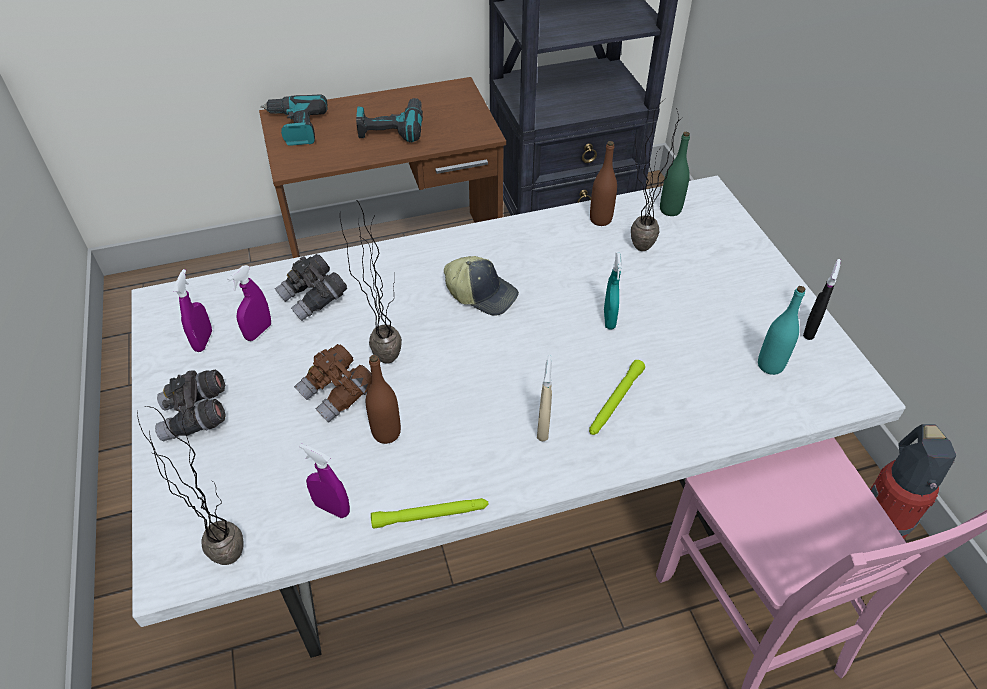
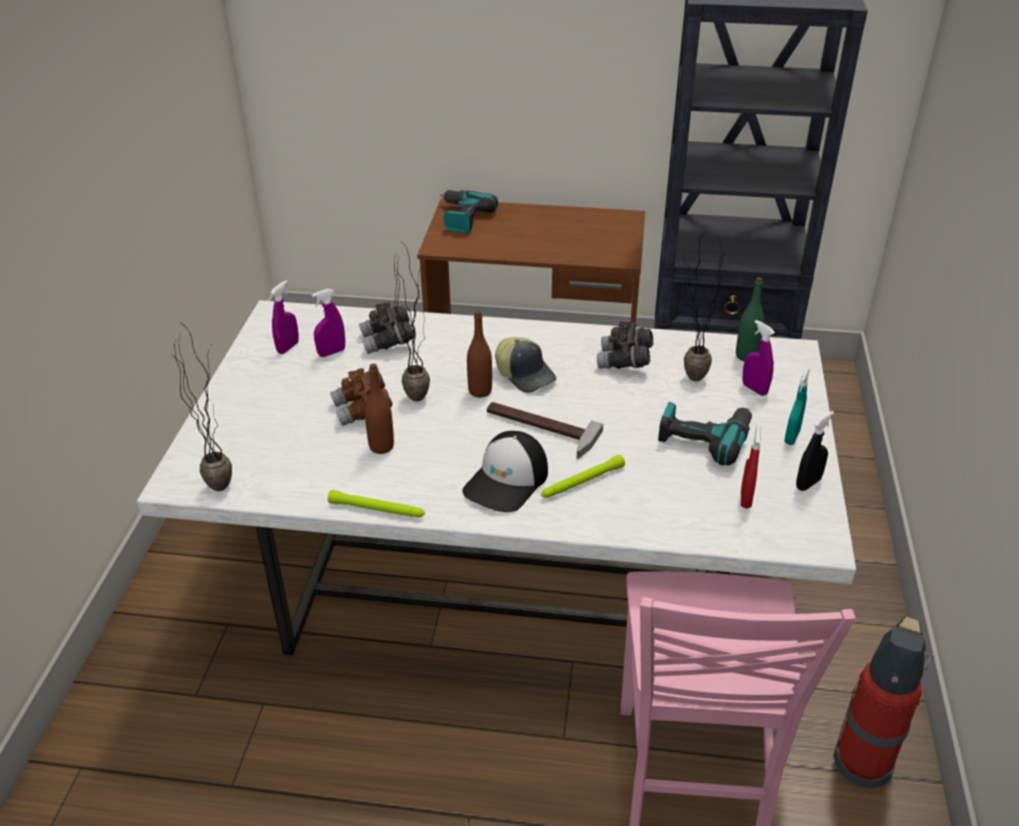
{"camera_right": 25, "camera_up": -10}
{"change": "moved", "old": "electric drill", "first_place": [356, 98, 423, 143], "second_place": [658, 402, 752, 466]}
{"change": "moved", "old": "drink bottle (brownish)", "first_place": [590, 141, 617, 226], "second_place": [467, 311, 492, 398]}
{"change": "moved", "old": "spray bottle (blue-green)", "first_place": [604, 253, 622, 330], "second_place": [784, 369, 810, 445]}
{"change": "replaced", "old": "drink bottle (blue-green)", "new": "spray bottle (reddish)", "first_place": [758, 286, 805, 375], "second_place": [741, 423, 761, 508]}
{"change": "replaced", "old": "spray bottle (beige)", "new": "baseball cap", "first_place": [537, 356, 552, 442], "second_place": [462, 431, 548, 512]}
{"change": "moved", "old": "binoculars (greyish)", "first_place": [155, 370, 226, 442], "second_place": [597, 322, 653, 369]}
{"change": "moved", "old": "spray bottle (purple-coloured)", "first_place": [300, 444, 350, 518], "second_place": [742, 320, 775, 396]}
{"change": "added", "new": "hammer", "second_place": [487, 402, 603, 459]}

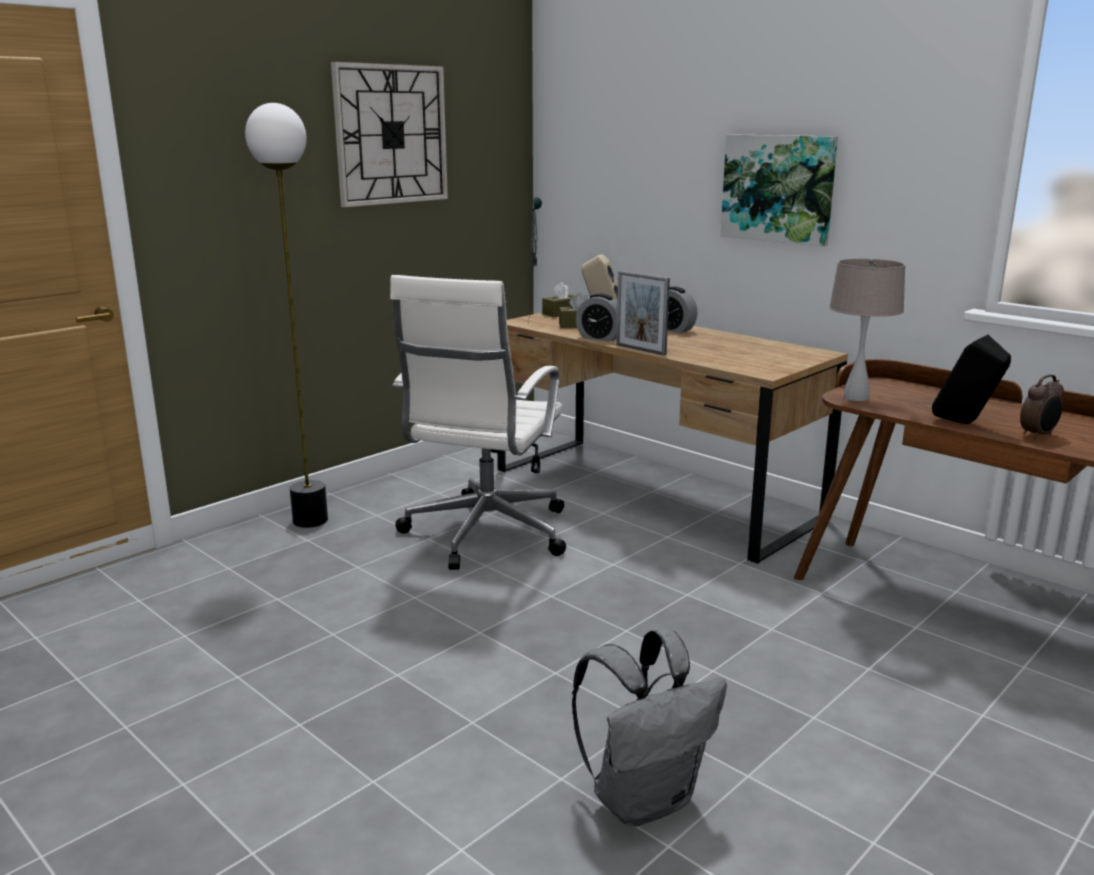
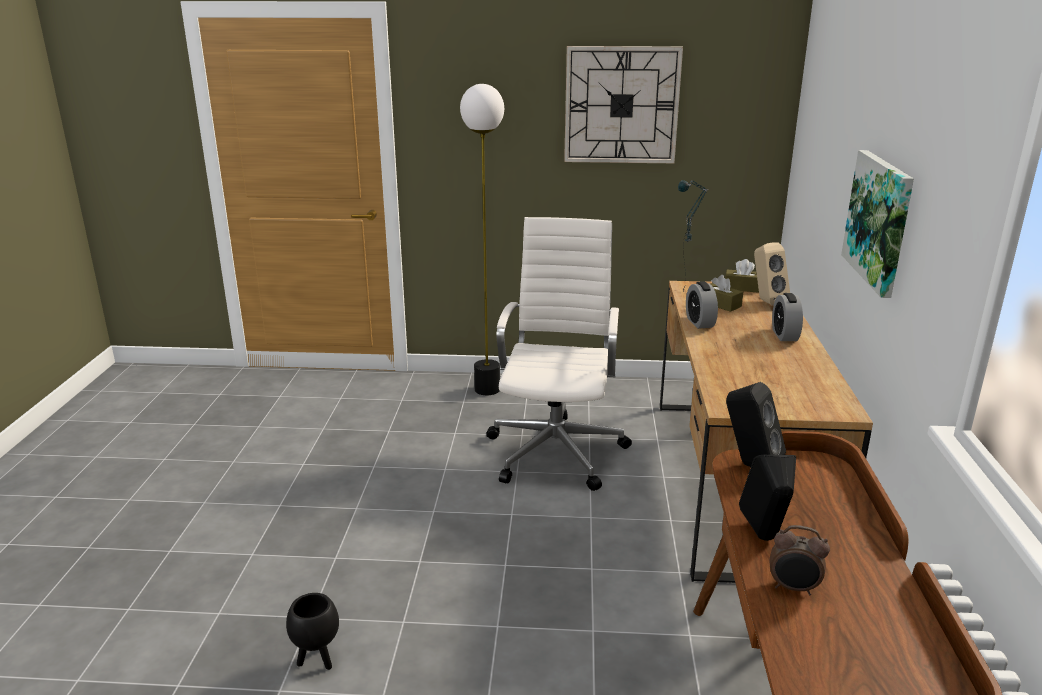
{"camera_right": 50, "camera_up": 5}
{"change": "replaced", "old": "tabletop lamp (beige)", "new": "audio speaker (blackish)", "first_place": [829, 258, 906, 401], "second_place": [726, 382, 786, 467]}
{"change": "removed", "old": "picture frame", "first_place": [616, 271, 670, 356]}
{"change": "turned", "old": "computer chair (white-coloured)", "first_place": [390, 275, 566, 570], "second_place": [486, 217, 632, 491], "degrees": 120}
{"change": "replaced", "old": "rucksack (greyish)", "new": "flower pot (blackish)", "first_place": [572, 628, 727, 827], "second_place": [286, 593, 339, 670]}

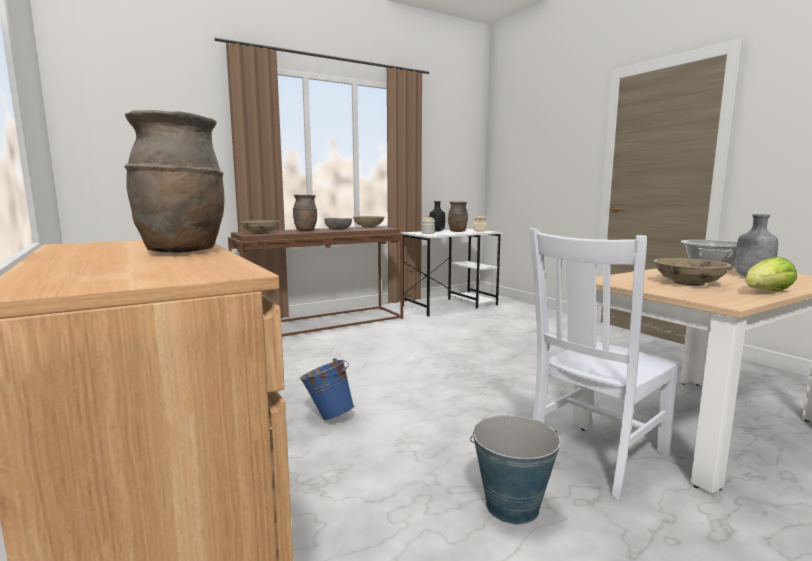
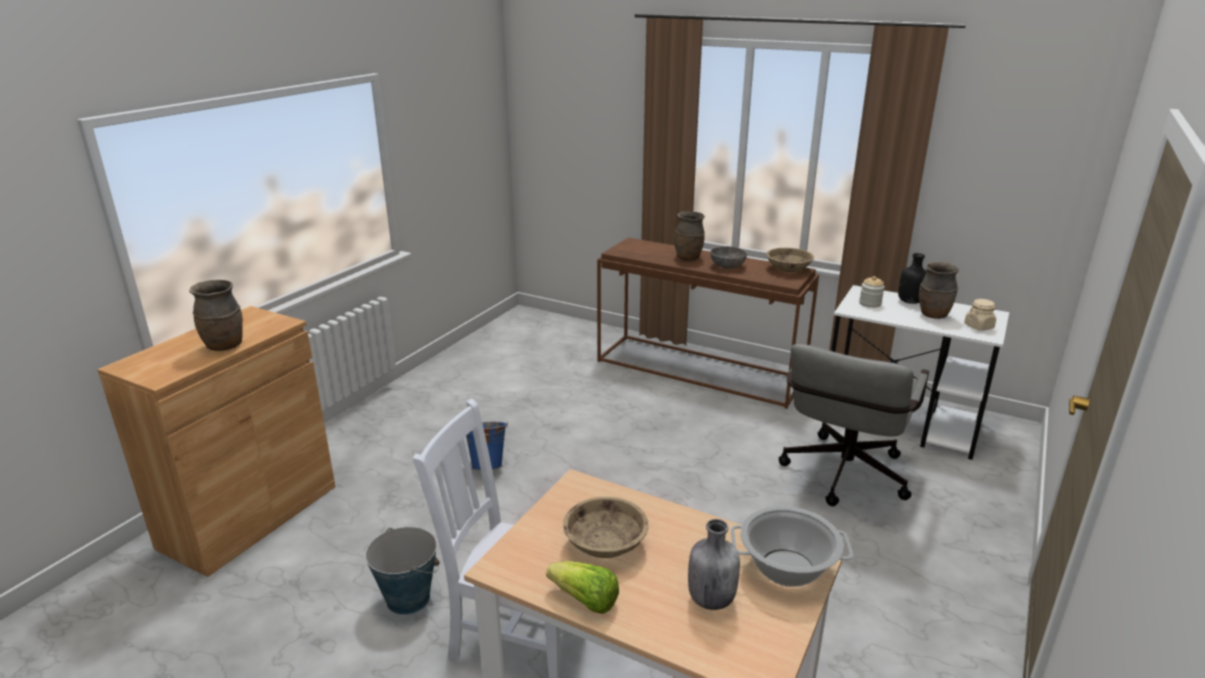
{"camera_right": 60, "camera_up": 15}
{"change": "removed", "old": "bowl (beige)", "first_place": [240, 220, 280, 234]}
{"change": "added", "new": "computer chair (greyish)", "second_place": [779, 344, 929, 506]}

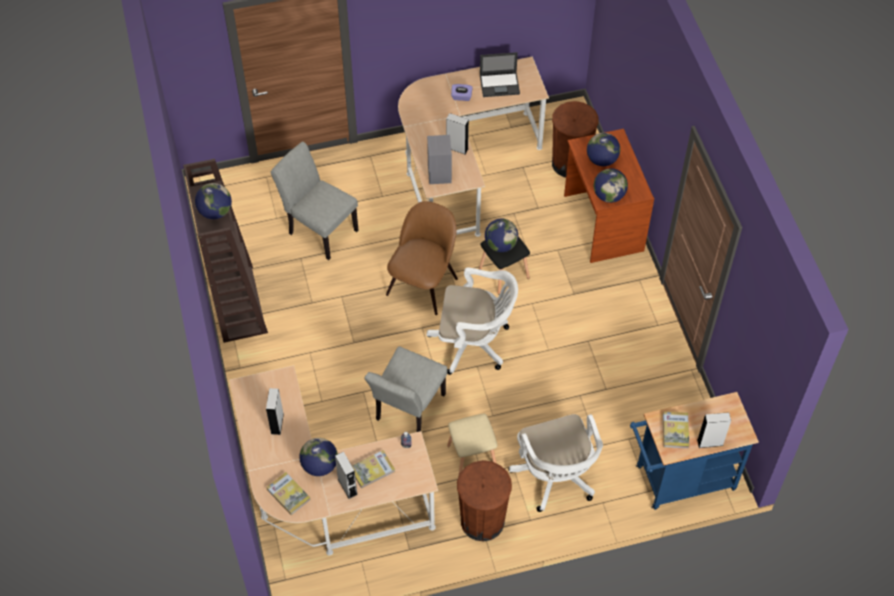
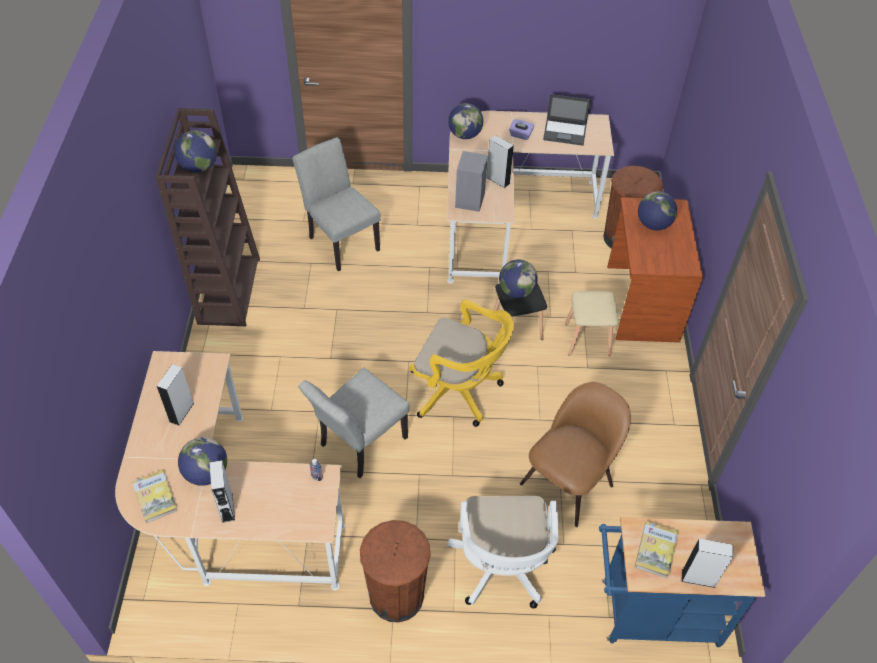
{"camera_right": 15, "camera_up": -5}
{"change": "moved", "old": "world globe", "first_place": [594, 168, 628, 203], "second_place": [448, 103, 483, 139]}
{"change": "moved", "old": "upright chair (brownish)", "first_place": [386, 201, 458, 315], "second_place": [520, 382, 631, 527]}
{"change": "recoloured", "old": "computer chair (white-coloured)", "new": "computer chair (yellow-coloured)", "first_place": [426, 268, 518, 375], "second_place": [409, 299, 514, 427]}
{"change": "moved", "old": "sitting stool (beige)", "first_place": [447, 414, 498, 477], "second_place": [565, 291, 618, 356]}
{"change": "removed", "old": "book", "first_place": [352, 450, 395, 489]}

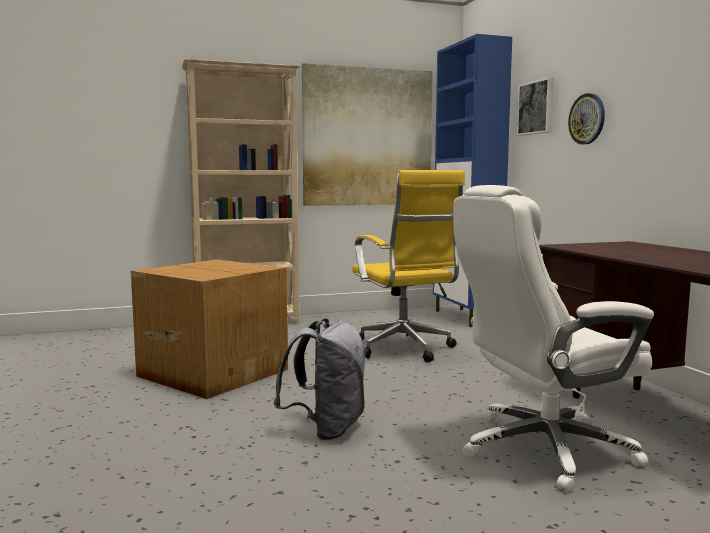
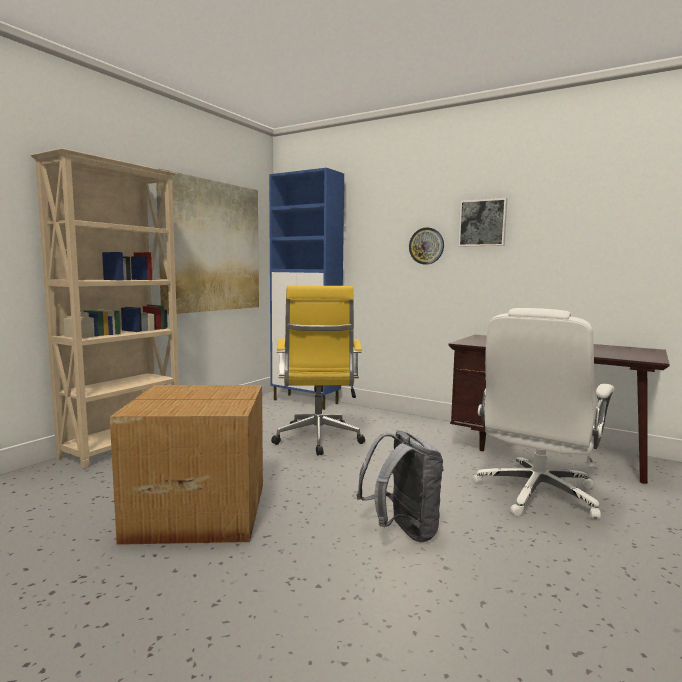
{"camera_right": -40, "camera_up": 0}
{"change": "moved", "old": "wall art", "first_place": [517, 77, 554, 136], "second_place": [458, 198, 507, 246]}
{"change": "turned", "old": "computer chair (yellow-coloured)", "first_place": [352, 170, 465, 363], "second_place": [271, 285, 365, 456], "degrees": 60}

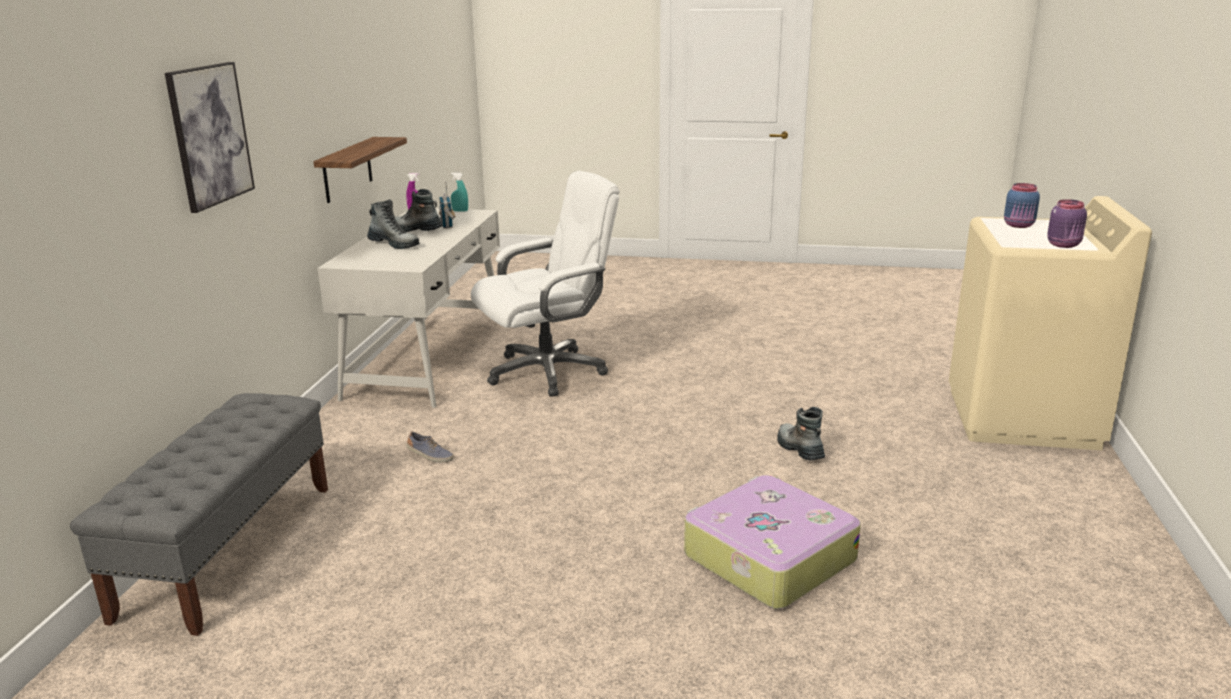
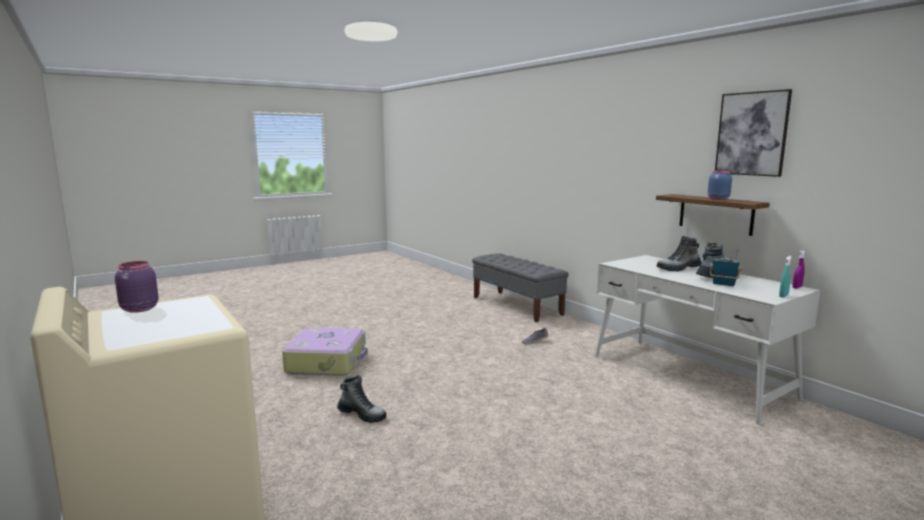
{"camera_right": 135, "camera_up": -10}
{"change": "moved", "old": "wall art", "first_place": [165, 62, 255, 213], "second_place": [715, 89, 792, 177]}
{"change": "removed", "old": "computer chair (white-coloured)", "first_place": [471, 171, 619, 396]}
{"change": "moved", "old": "preserve jar (blue-coloured)", "first_place": [1004, 183, 1040, 228], "second_place": [708, 170, 732, 200]}

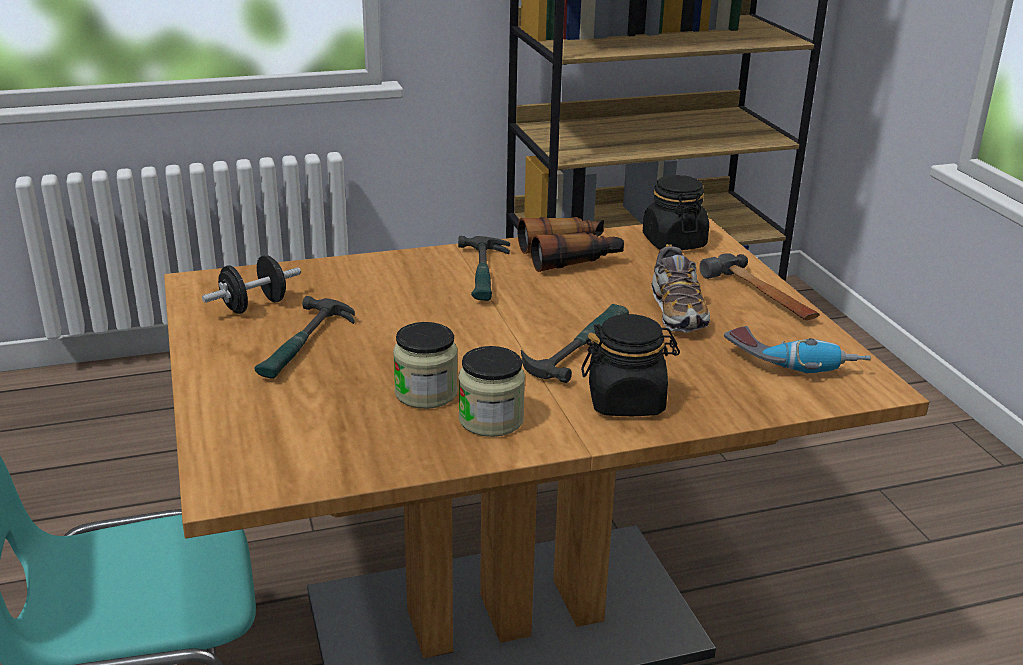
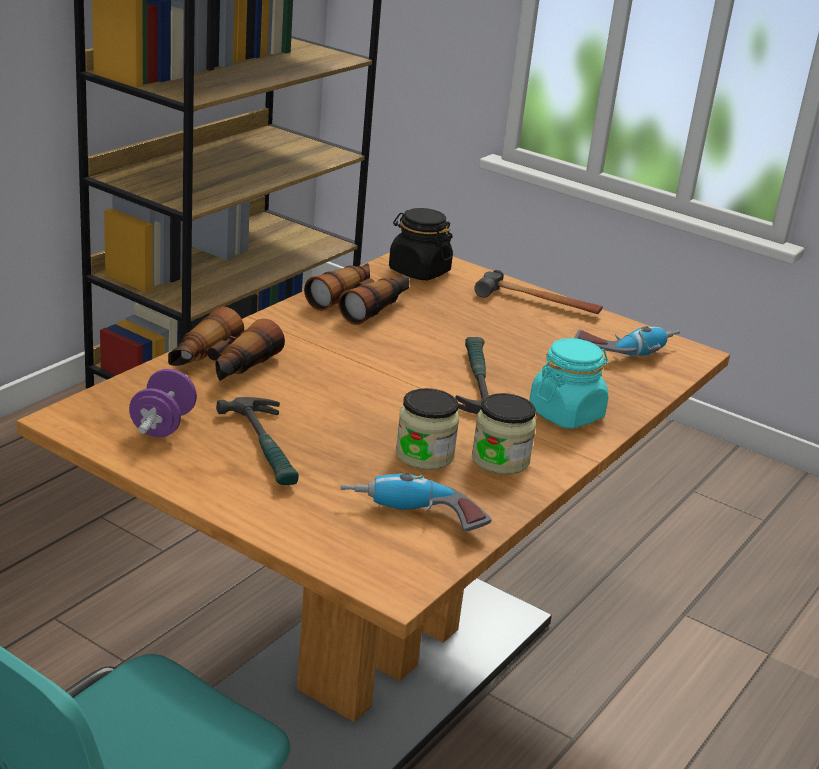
{"camera_right": -40, "camera_up": 0}
{"change": "removed", "old": "hammer", "first_place": [458, 236, 510, 301]}
{"change": "removed", "old": "shoe", "first_place": [651, 244, 710, 333]}
{"change": "recoloured", "old": "dumbbell (blackish)", "new": "dumbbell (purple-coloured)", "first_place": [202, 255, 301, 314], "second_place": [129, 369, 197, 437]}
{"change": "recoloured", "old": "preserve jar (blackish)", "new": "preserve jar (blue-green)", "first_place": [581, 314, 680, 416], "second_place": [529, 338, 608, 429]}
{"change": "added", "new": "binoculars", "second_place": [168, 306, 285, 381]}
{"change": "added", "new": "electric drill", "second_place": [341, 473, 492, 532]}

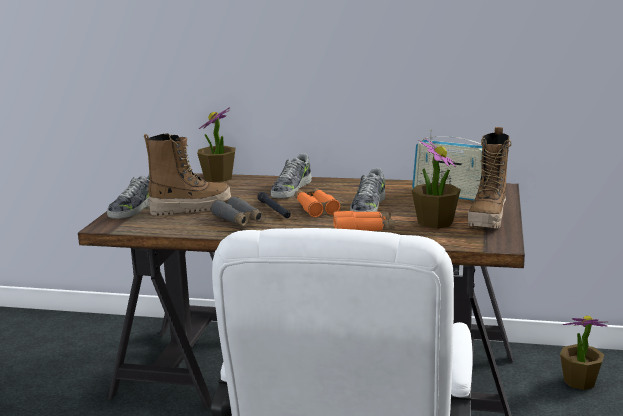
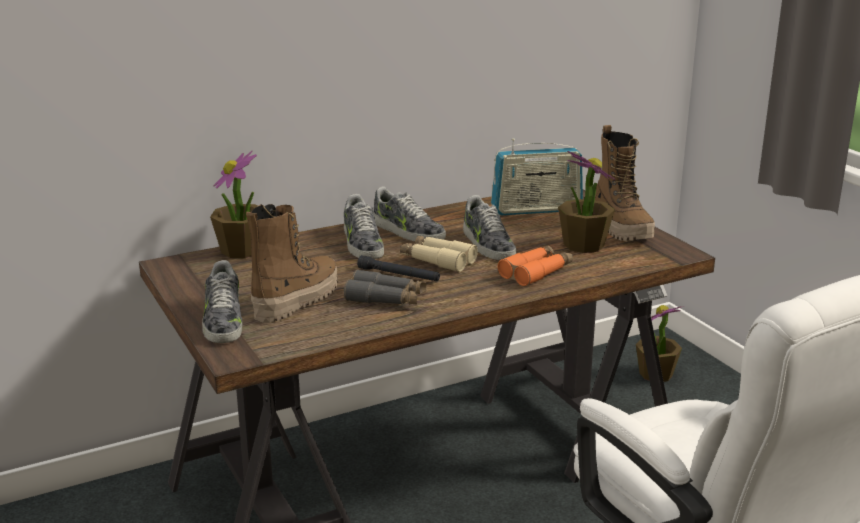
{"camera_right": -40, "camera_up": 5}
{"change": "recoloured", "old": "binoculars (orange-coloured)", "new": "binoculars (beige)", "first_place": [295, 188, 341, 218], "second_place": [400, 236, 478, 272]}
{"change": "added", "new": "shoe", "second_place": [373, 187, 446, 241]}

